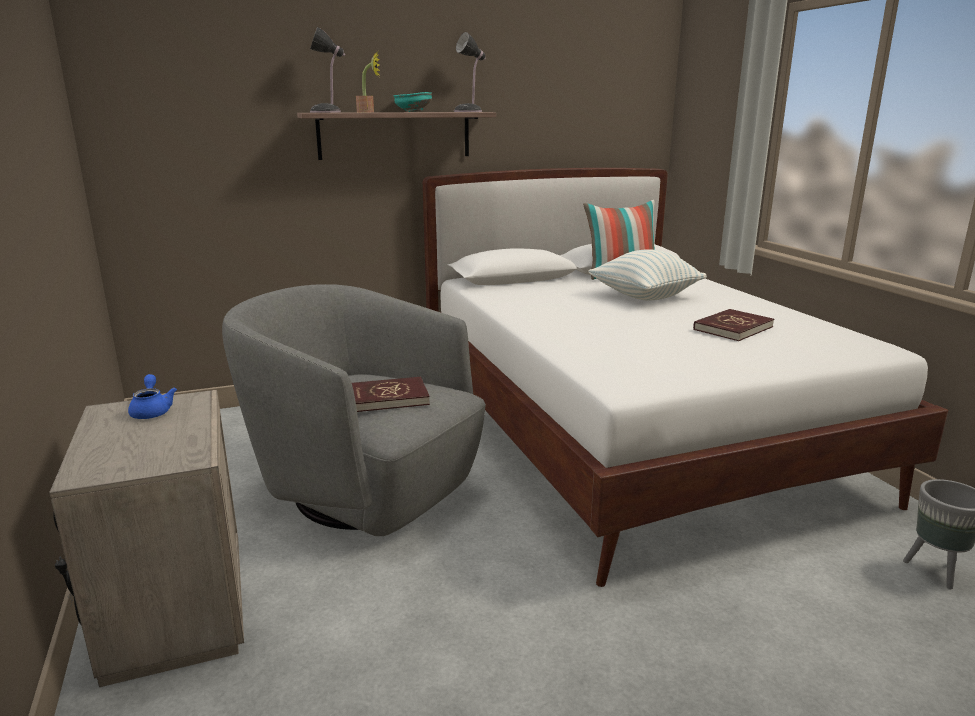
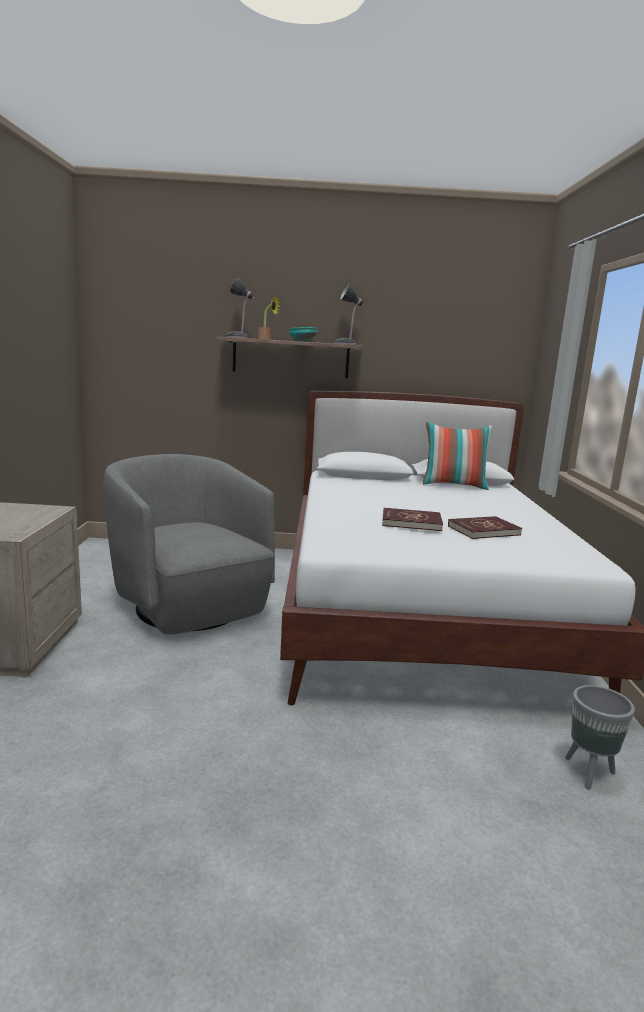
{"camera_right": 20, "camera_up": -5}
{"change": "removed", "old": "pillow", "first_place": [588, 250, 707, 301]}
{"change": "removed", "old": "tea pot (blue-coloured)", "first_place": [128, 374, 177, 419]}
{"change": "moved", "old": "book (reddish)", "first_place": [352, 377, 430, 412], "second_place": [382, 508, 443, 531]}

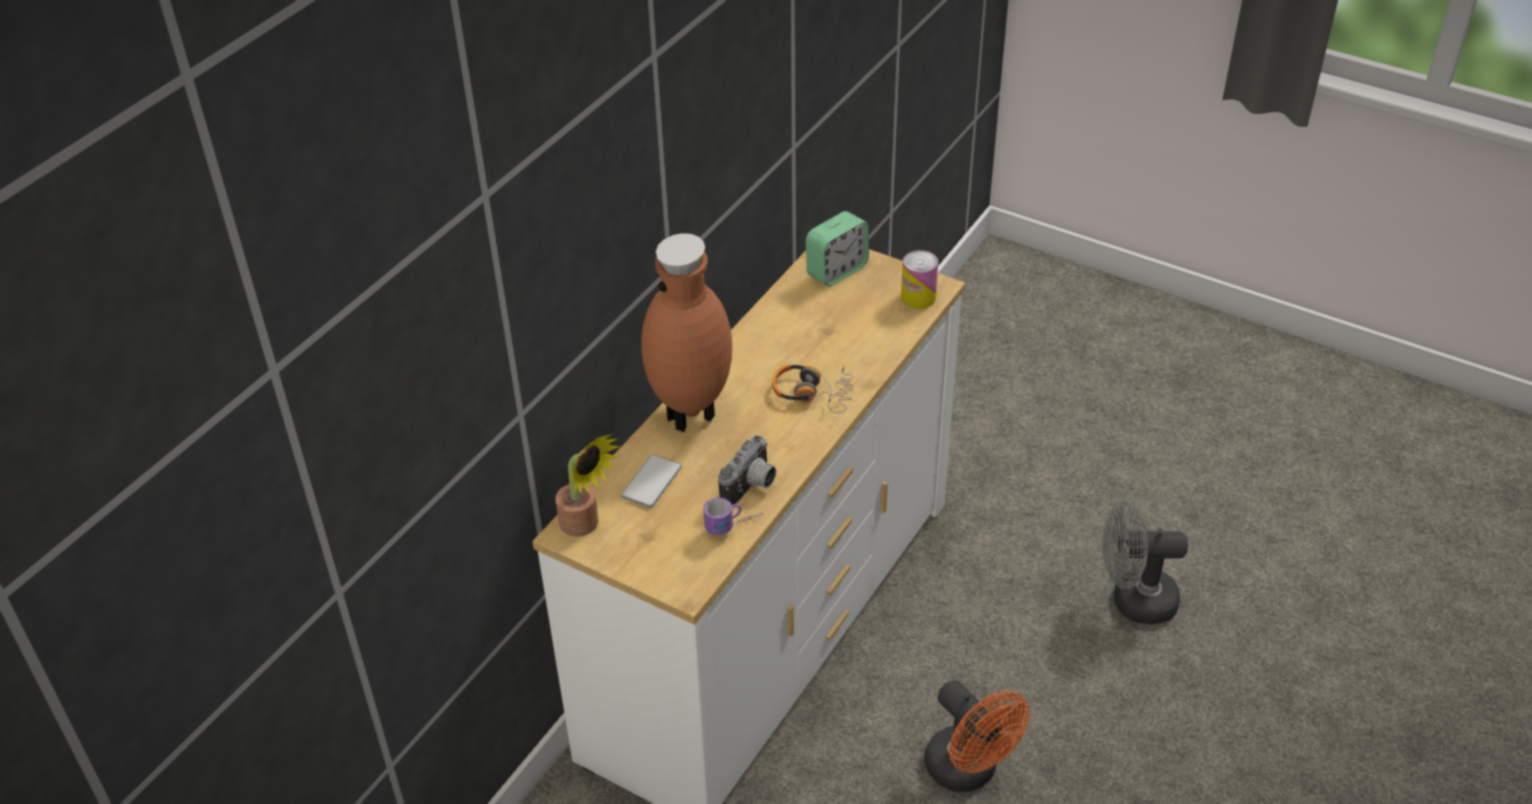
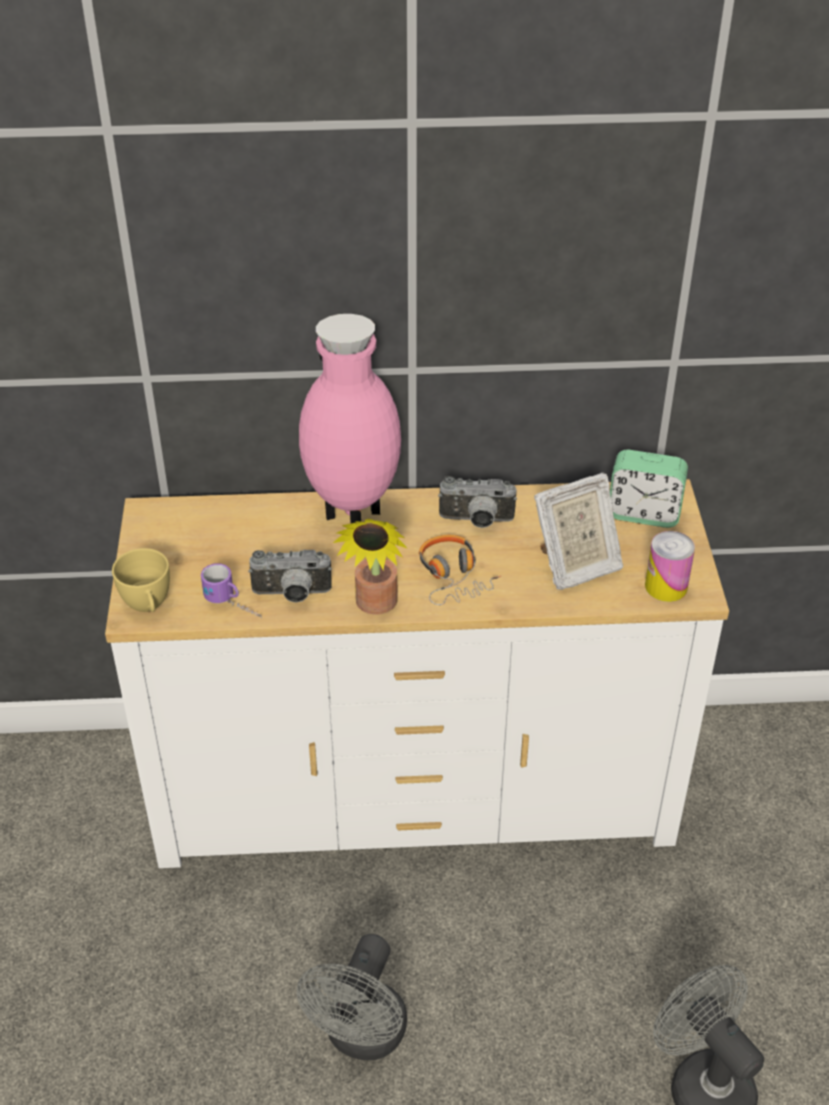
{"camera_right": 55, "camera_up": 0}
{"change": "recoloured", "old": "vase (brownish)", "new": "vase (pink-coloured)", "first_place": [641, 233, 732, 432], "second_place": [299, 314, 401, 523]}
{"change": "moved", "old": "potted plant", "first_place": [556, 434, 621, 536], "second_place": [333, 518, 408, 615]}
{"change": "removed", "old": "handset", "first_place": [621, 455, 682, 507]}
{"change": "recoloured", "old": "electric fan (orange-coloured)", "new": "electric fan (greyish)", "first_place": [924, 680, 1029, 792], "second_place": [296, 934, 407, 1060]}
{"change": "added", "new": "picture frame", "second_place": [534, 472, 623, 590]}
{"change": "added", "new": "still camera", "second_place": [438, 476, 517, 528]}
{"change": "added", "new": "drinking cup (yellow-coloured)", "second_place": [112, 548, 170, 612]}

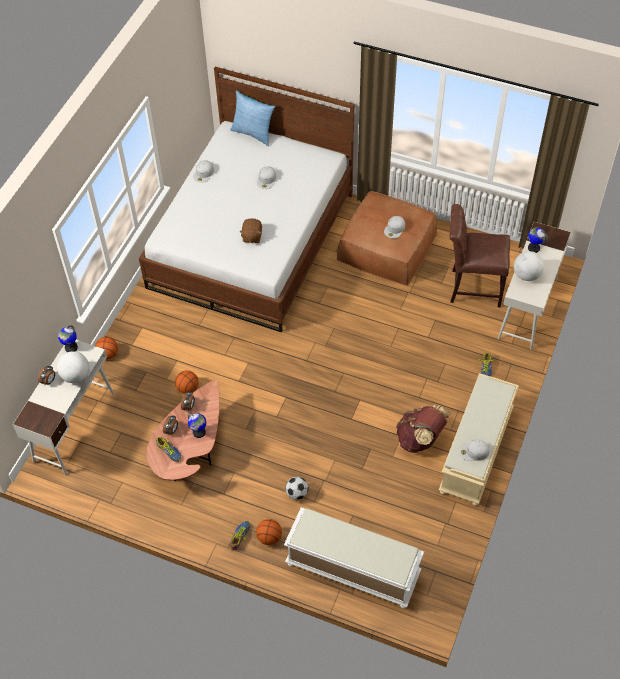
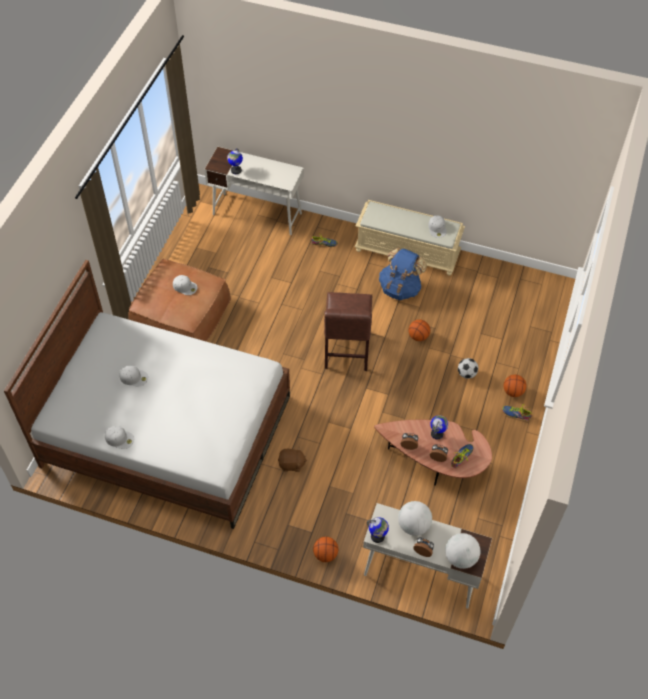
{"camera_right": -95, "camera_up": 0}
{"change": "removed", "old": "pillow", "first_place": [230, 90, 275, 146]}
{"change": "moved", "old": "upright chair (brownish)", "first_place": [450, 204, 510, 307], "second_place": [324, 292, 372, 371]}
{"change": "moved", "old": "soft toy (brownish)", "first_place": [240, 218, 262, 243], "second_place": [278, 447, 307, 472]}
{"change": "moved", "old": "world globe", "first_place": [514, 251, 544, 281], "second_place": [445, 533, 480, 569]}
{"change": "moved", "old": "basketball ball", "first_place": [175, 370, 199, 394], "second_place": [408, 319, 430, 341]}
{"change": "recoloured", "old": "rucksack (brownish)", "new": "rucksack (blue-coloured)", "first_place": [396, 405, 450, 453], "second_place": [379, 247, 427, 300]}
{"change": "removed", "old": "indoor bench (white-coloured)", "first_place": [284, 507, 424, 609]}

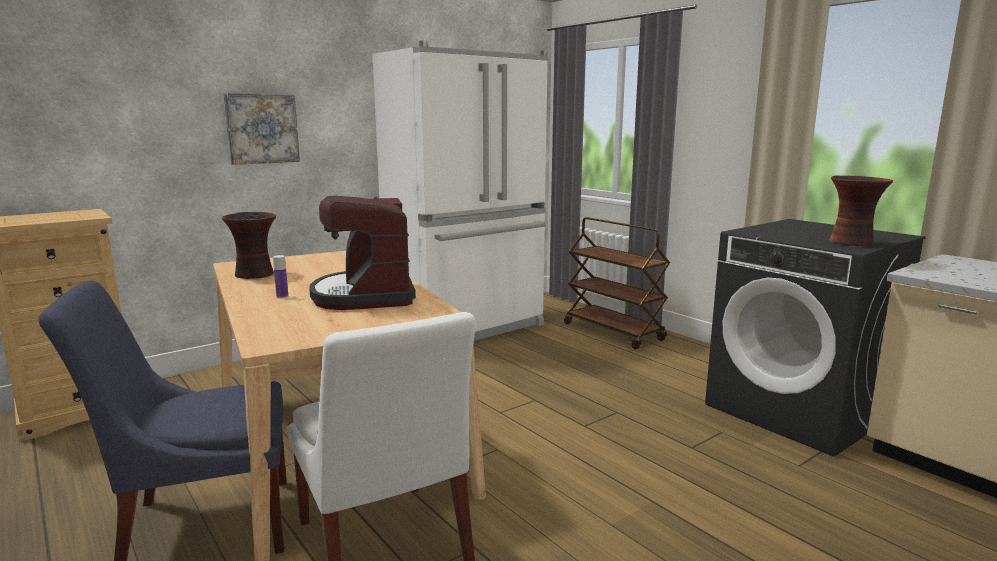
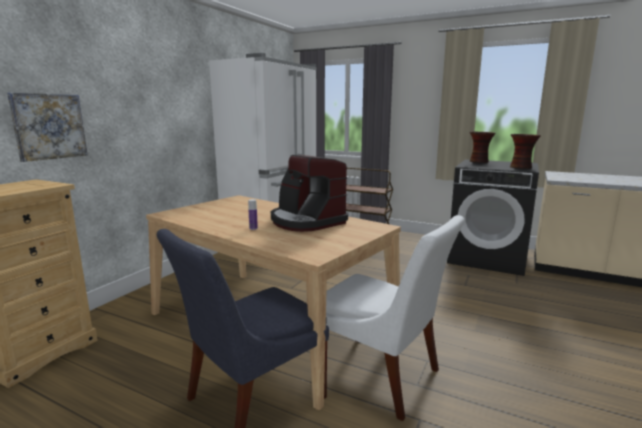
{"camera_right": -25, "camera_up": 0}
{"change": "moved", "old": "wall art", "first_place": [223, 93, 300, 165], "second_place": [7, 93, 88, 162]}
{"change": "moved", "old": "vase", "first_place": [222, 212, 276, 279], "second_place": [470, 132, 496, 163]}

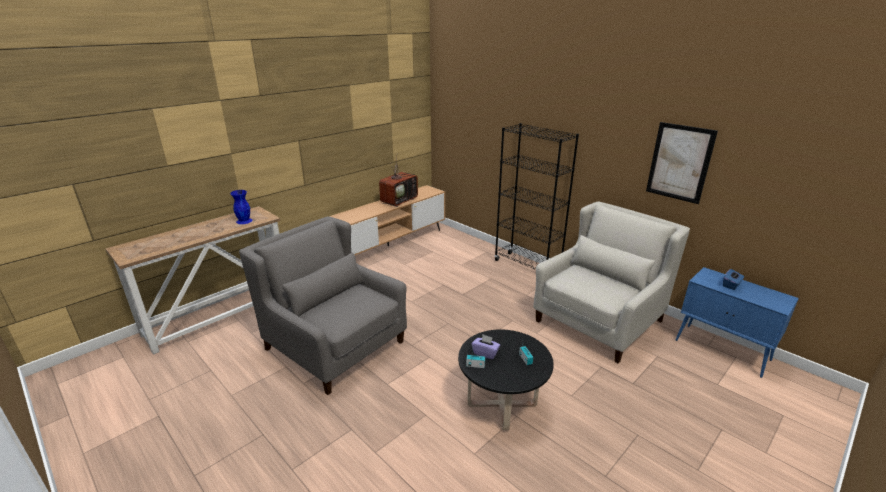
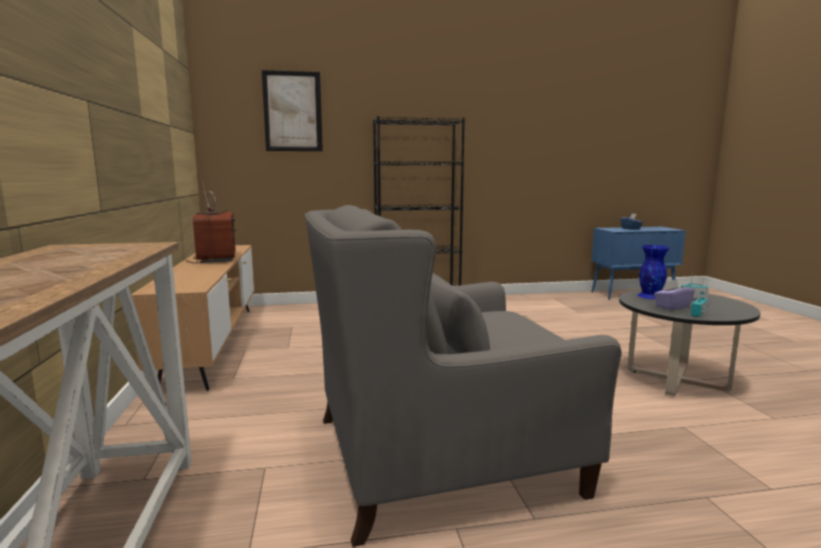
{"camera_right": -55, "camera_up": -15}
{"change": "moved", "old": "wall art", "first_place": [646, 122, 718, 204], "second_place": [262, 70, 323, 151]}
{"change": "moved", "old": "vase (blue-coloured)", "first_place": [230, 190, 252, 224], "second_place": [637, 245, 670, 299]}
{"change": "removed", "old": "easy chair (white-coloured)", "first_place": [533, 202, 690, 363]}

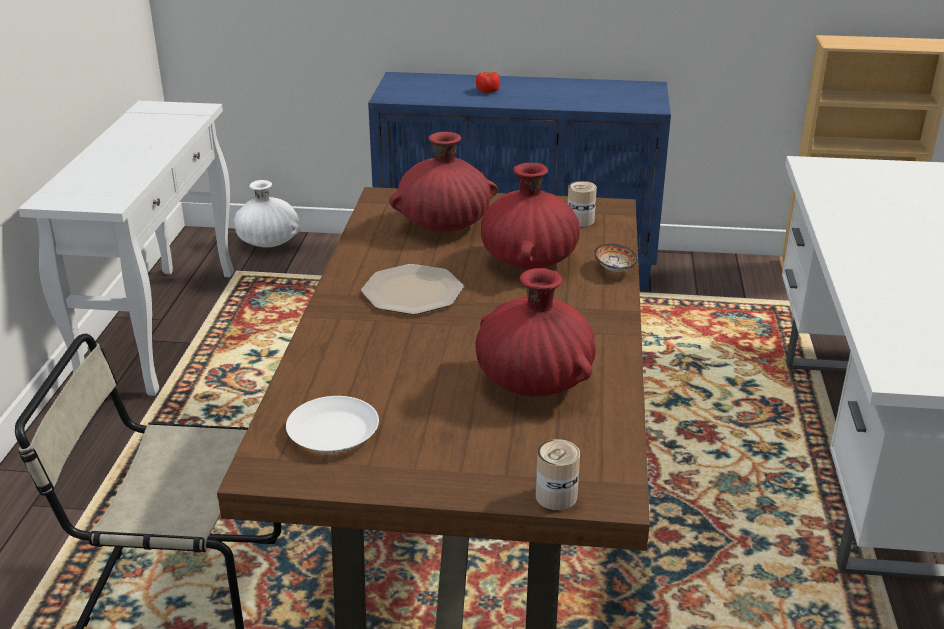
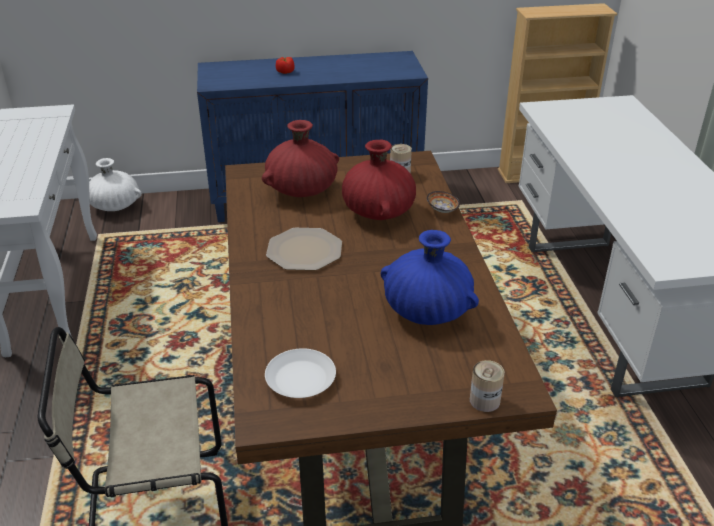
{"camera_right": -15, "camera_up": 5}
{"change": "recoloured", "old": "vase (reddish)", "new": "vase (blue-coloured)", "first_place": [475, 268, 596, 396], "second_place": [381, 230, 479, 325]}

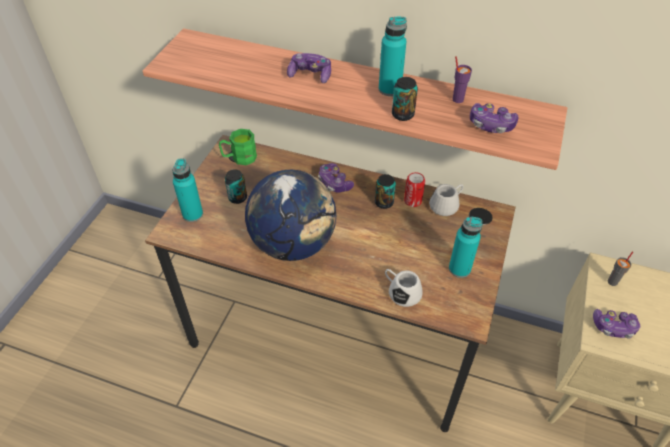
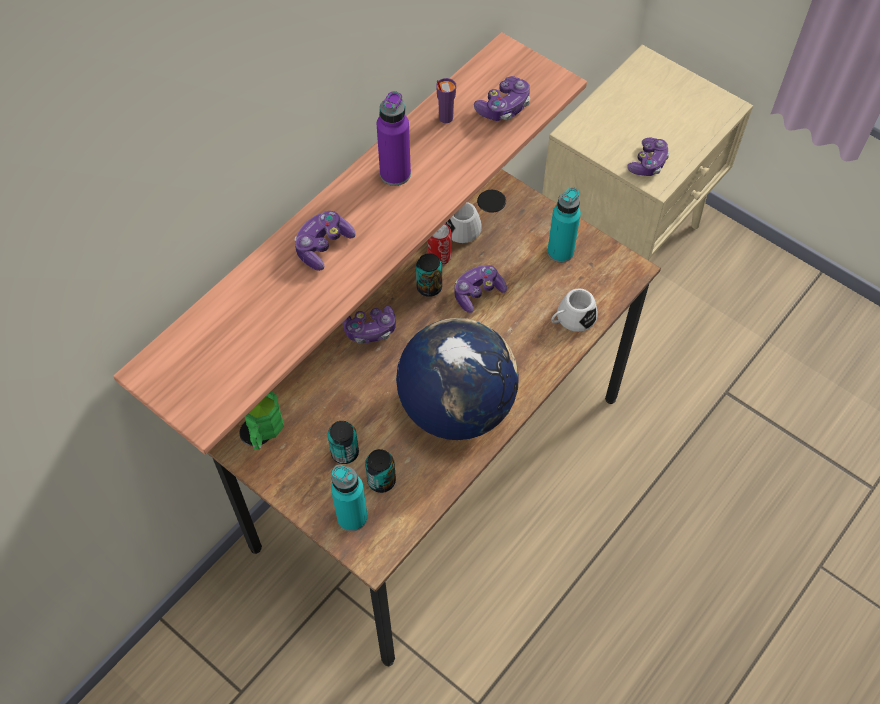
{"camera_right": -70, "camera_up": 10}
{"change": "recoloured", "old": "drink bottle (blue-green)", "new": "drink bottle (purple-coloured)", "first_place": [379, 17, 407, 96], "second_place": [377, 91, 411, 186]}
{"change": "moved", "old": "metal can", "first_place": [392, 77, 418, 121], "second_place": [365, 449, 396, 493]}
{"change": "removed", "old": "drinking cup (greyish)", "first_place": [608, 251, 633, 286]}
{"change": "added", "new": "joypad", "second_place": [454, 265, 507, 313]}

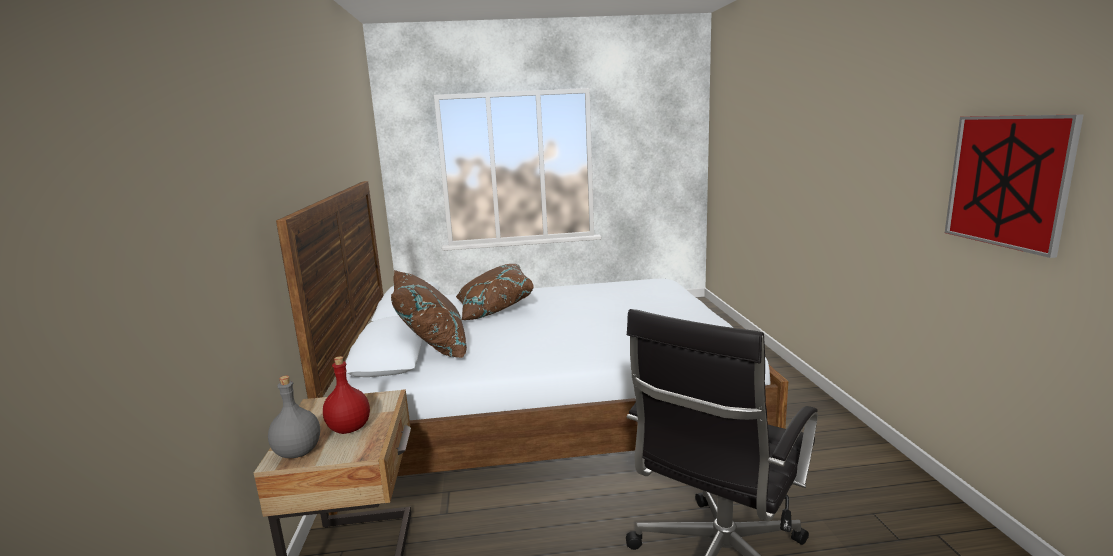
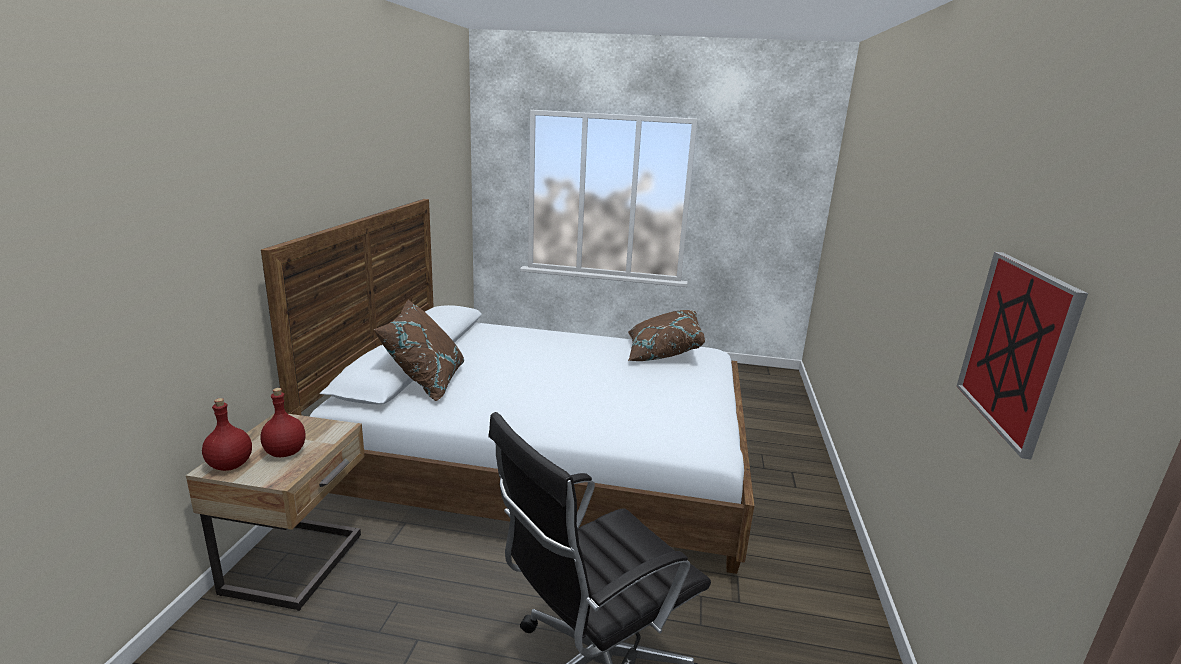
{"camera_right": 15, "camera_up": 5}
{"change": "moved", "old": "pillow (brownish)", "first_place": [456, 264, 534, 320], "second_place": [628, 310, 705, 361]}
{"change": "recoloured", "old": "drink bottle (greyish)", "new": "drink bottle (reddish)", "first_place": [268, 376, 320, 458], "second_place": [202, 398, 252, 471]}

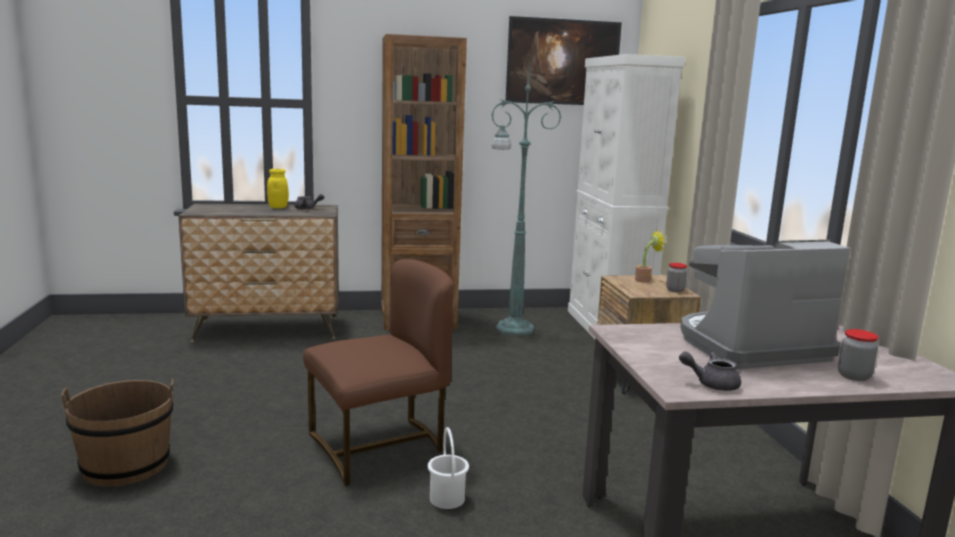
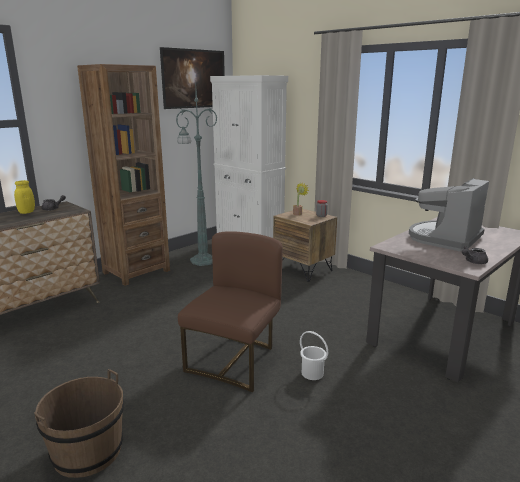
{"camera_right": -35, "camera_up": 5}
{"change": "removed", "old": "preserve jar", "first_place": [838, 329, 879, 381]}

